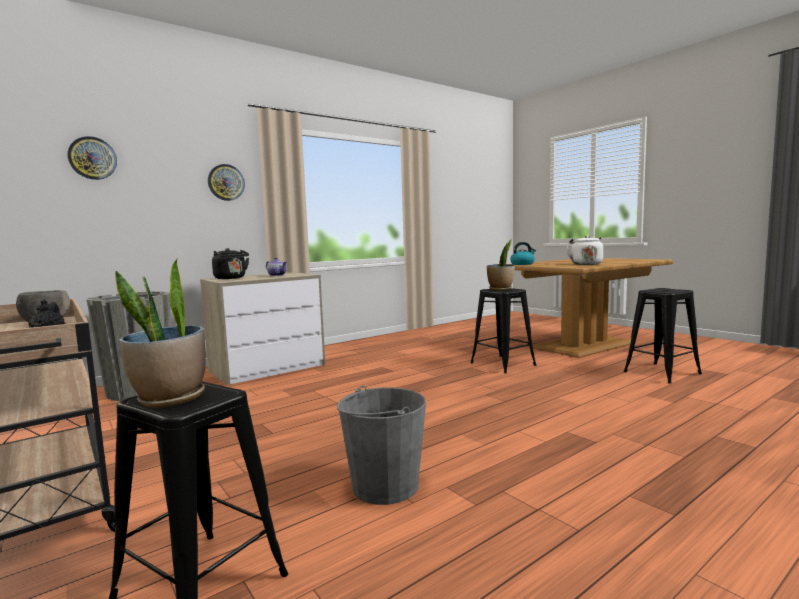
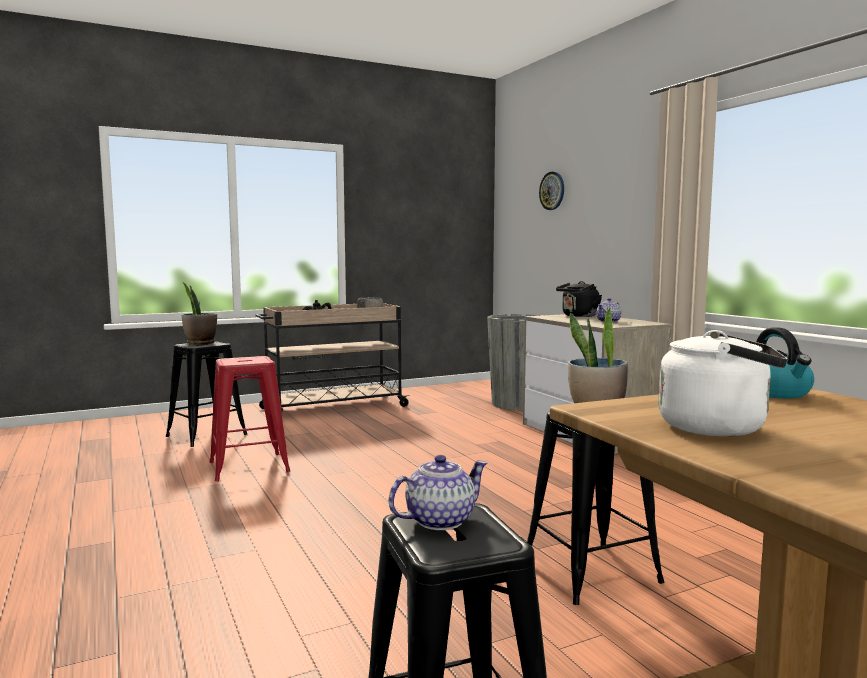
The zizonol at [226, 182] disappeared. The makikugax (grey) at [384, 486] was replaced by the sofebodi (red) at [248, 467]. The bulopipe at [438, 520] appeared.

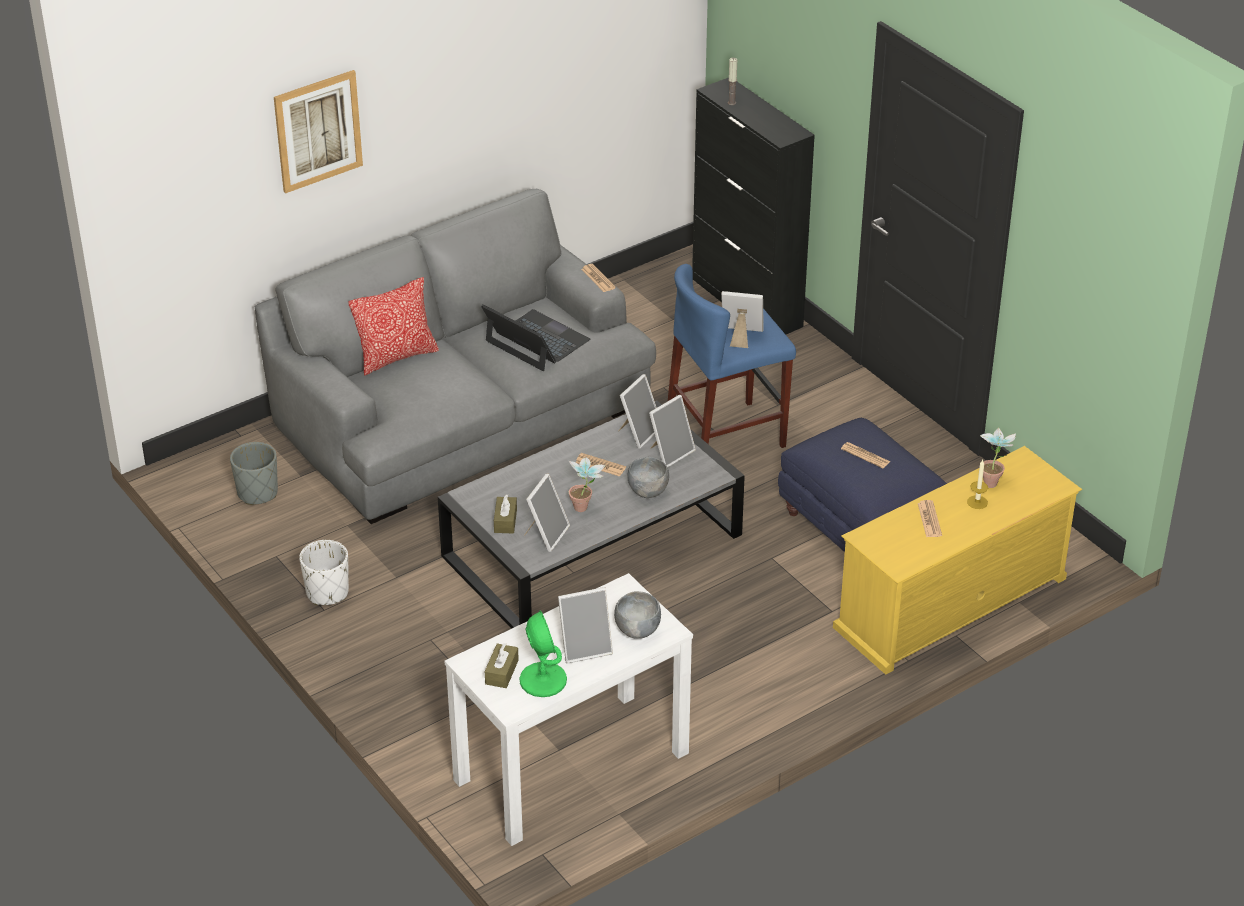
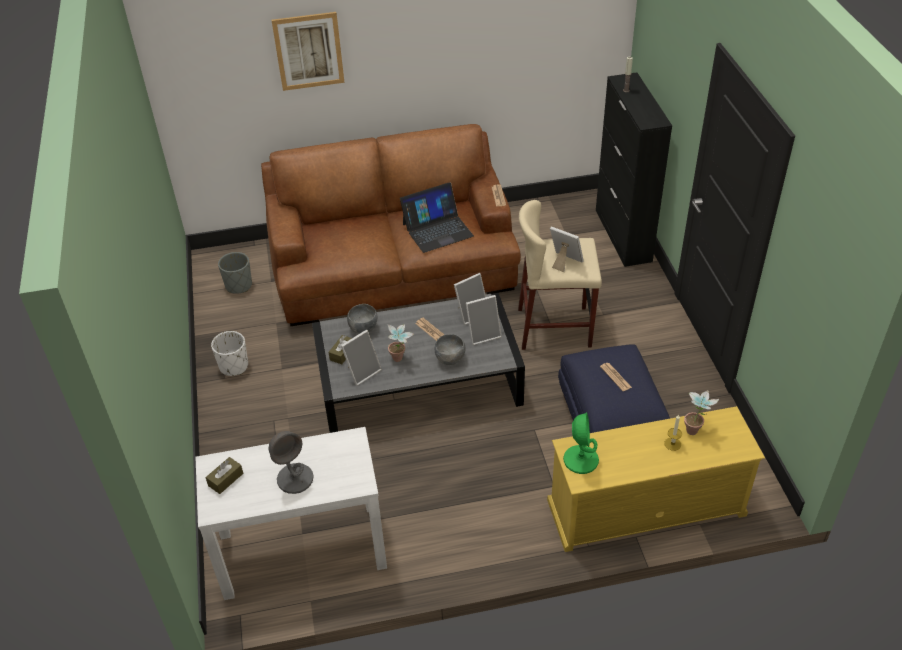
The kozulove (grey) at [461, 413] became the kozulove (brown) at [393, 265]. The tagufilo at [396, 357] disappeared. The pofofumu at [536, 341] turned 90 degrees clockwise. The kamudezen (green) moved from [543, 680] to [580, 459]. The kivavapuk at [585, 647] was replaced by the kamudezen (grey) at [295, 478]. The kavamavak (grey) moved from [637, 631] to [363, 328]. The sofebodi (blue) at [725, 436] became the sofebodi (beige) at [554, 327]. The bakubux at [929, 519] disappeared.

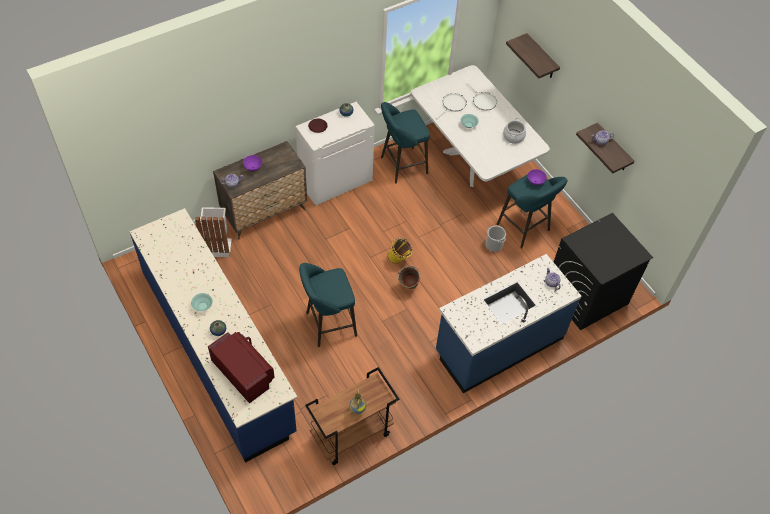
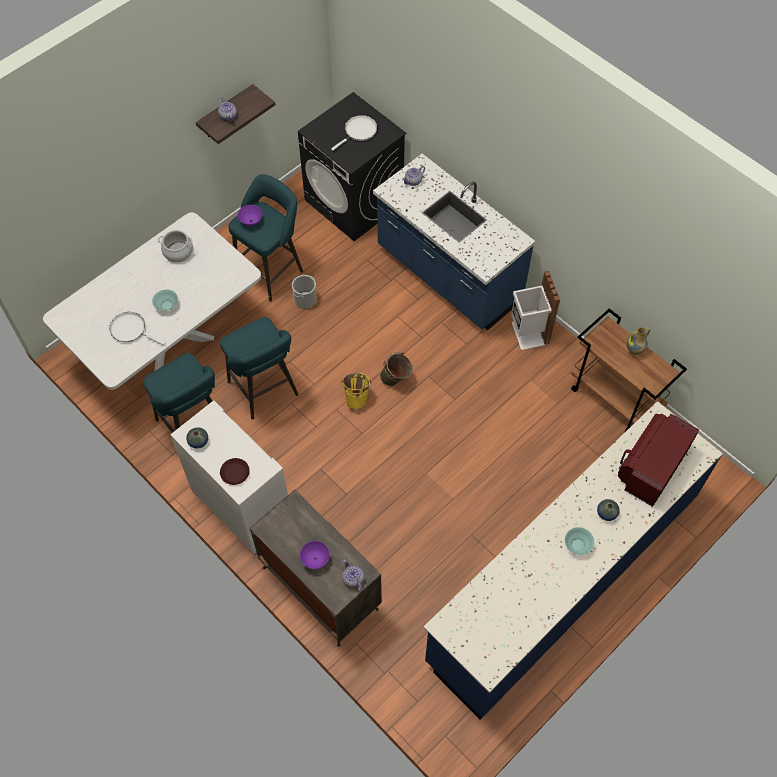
The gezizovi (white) moved from [217, 246] to [528, 333]. The sofebodi (turquoise) moved from [328, 325] to [265, 391]. The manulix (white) moved from [483, 101] to [359, 131]. The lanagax at [541, 57] disappeared.

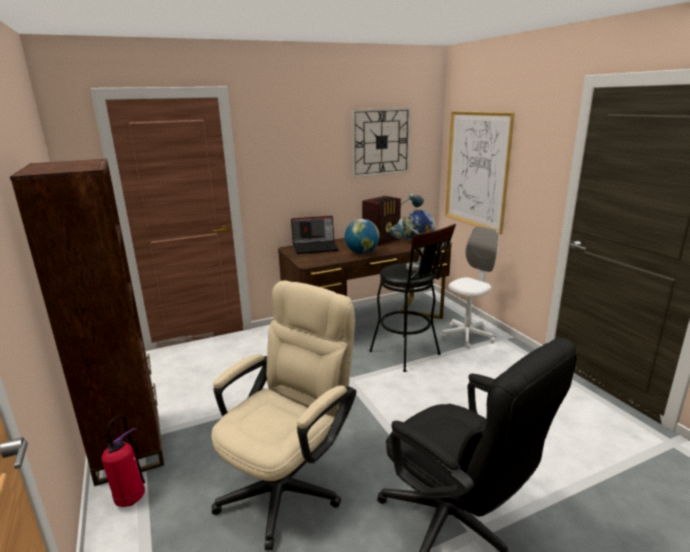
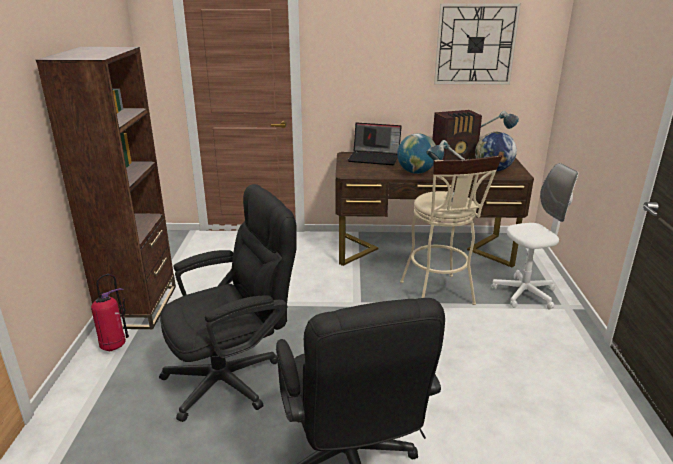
The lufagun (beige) at [289, 484] became the lufagun (black) at [234, 377]. The sofebodi (black) at [409, 355] became the sofebodi (beige) at [439, 296]. The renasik at [477, 170] disappeared.

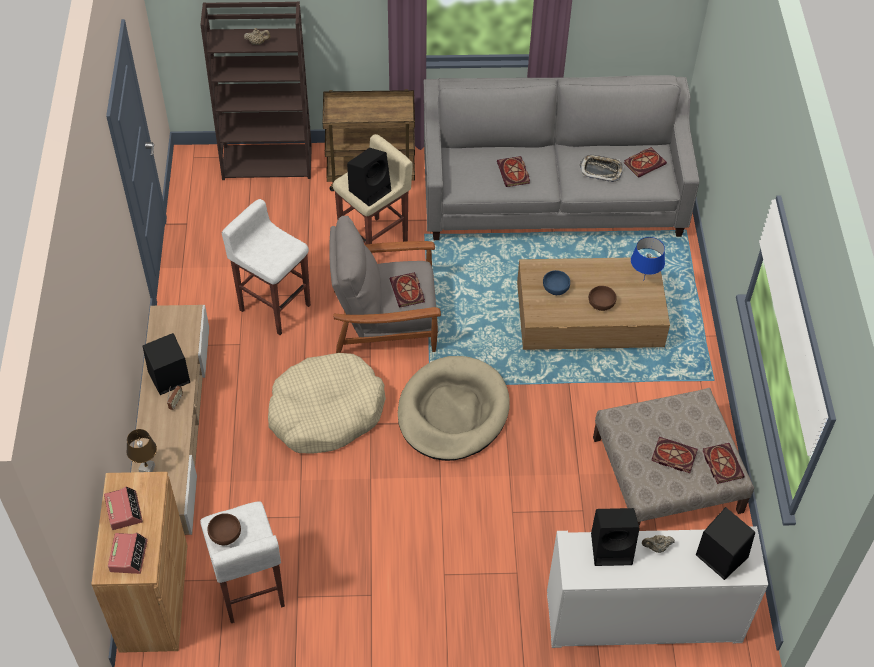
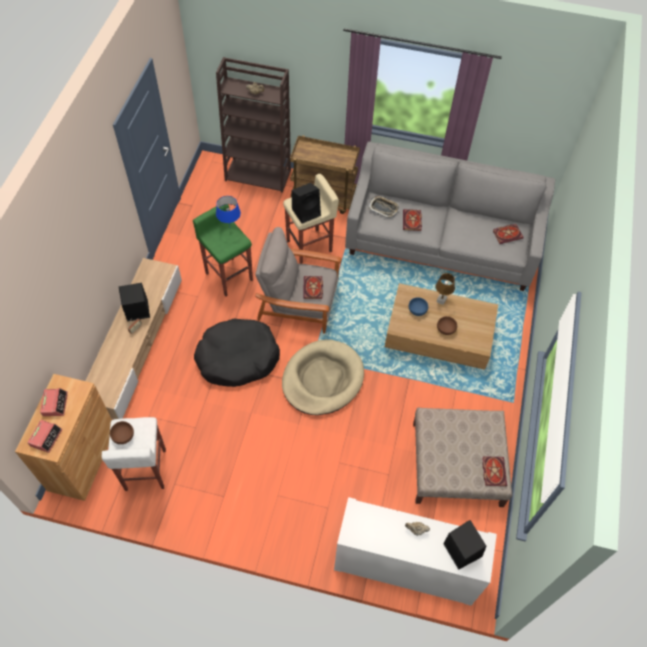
The kamudezen (brown) moved from [147, 469] to [441, 300]. The sofebodi (white) at [274, 306] became the sofebodi (green) at [229, 276]. The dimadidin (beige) at [326, 412] became the dimadidin (black) at [237, 358]. The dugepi moved from [601, 170] to [383, 208]. The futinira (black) at [612, 548] disappeared. The kamudezen (blue) moved from [644, 281] to [230, 227]. The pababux at [672, 456] disappeared.

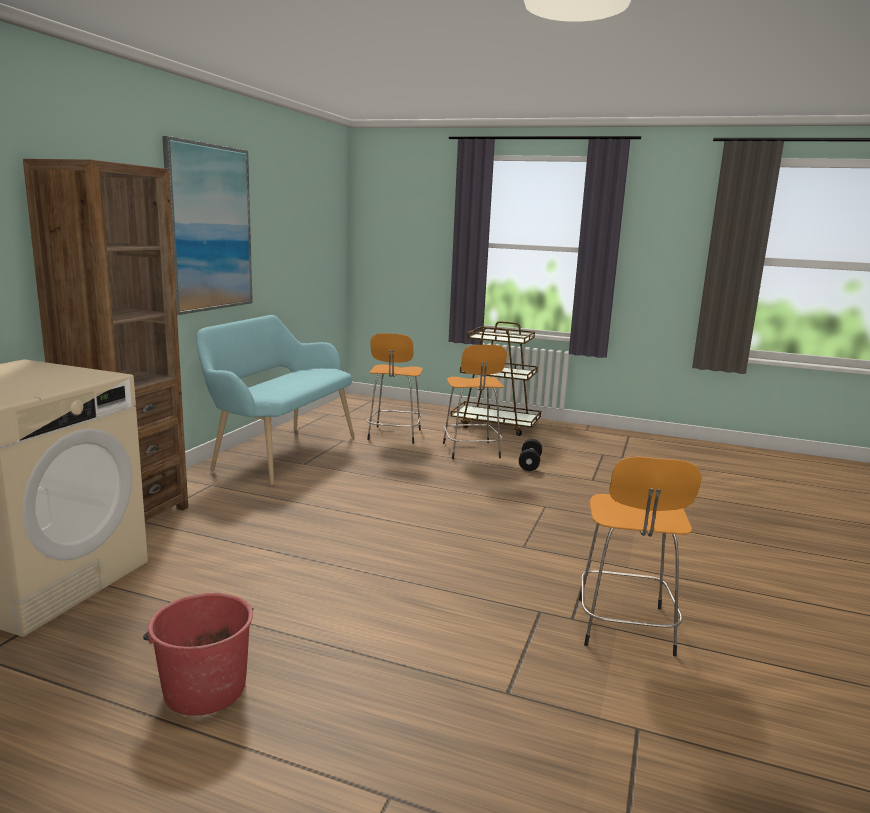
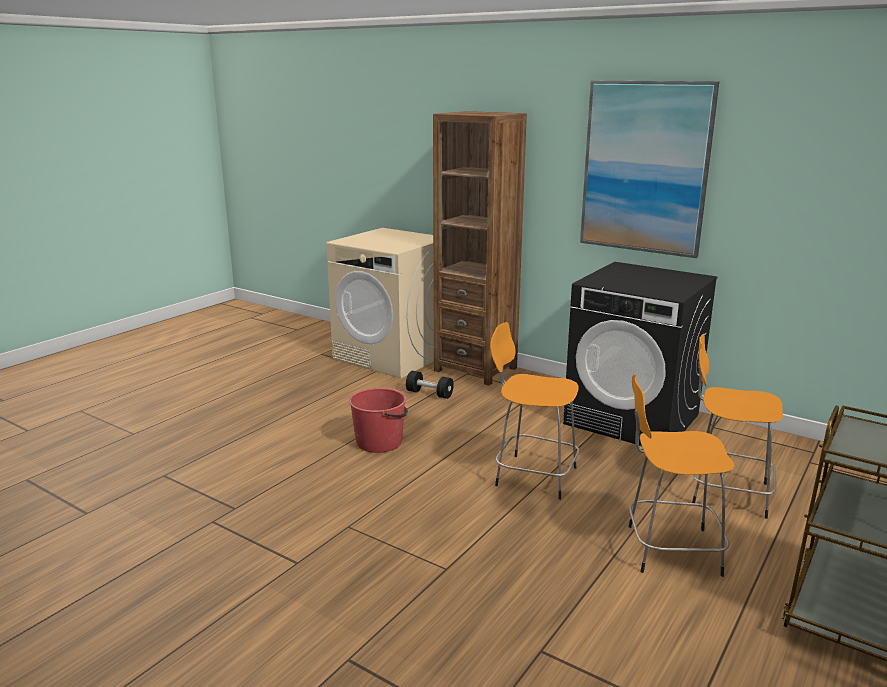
The makikugax (red) moved from [204, 689] to [380, 442]. The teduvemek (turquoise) at [280, 452] was replaced by the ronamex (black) at [632, 419]. The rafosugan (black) moved from [529, 464] to [429, 394]. The sofebodi (orange) moved from [624, 628] to [533, 475].

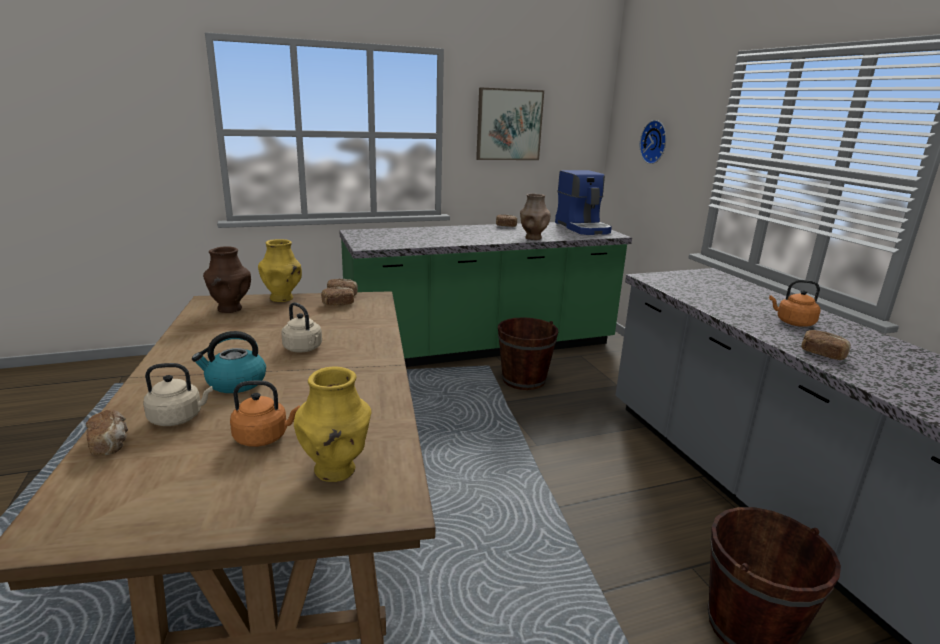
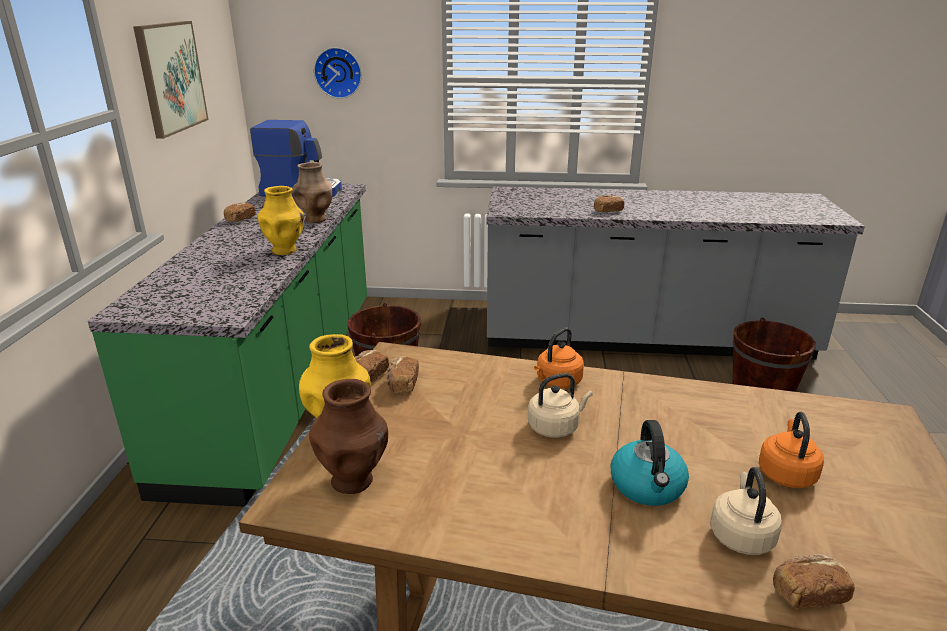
The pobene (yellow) moved from [336, 470] to [285, 250]. The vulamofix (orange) moved from [792, 323] to [557, 382]. The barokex moved from [822, 354] to [608, 211].

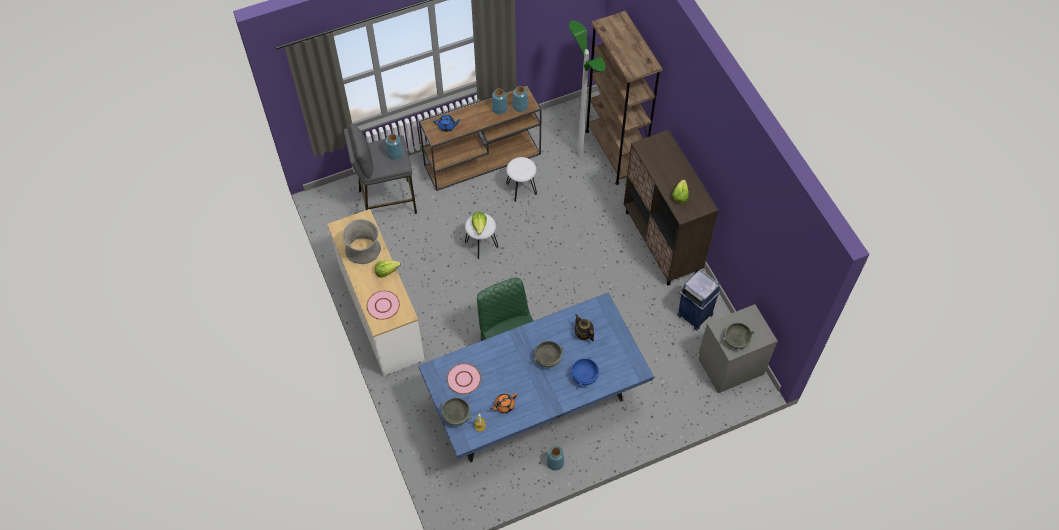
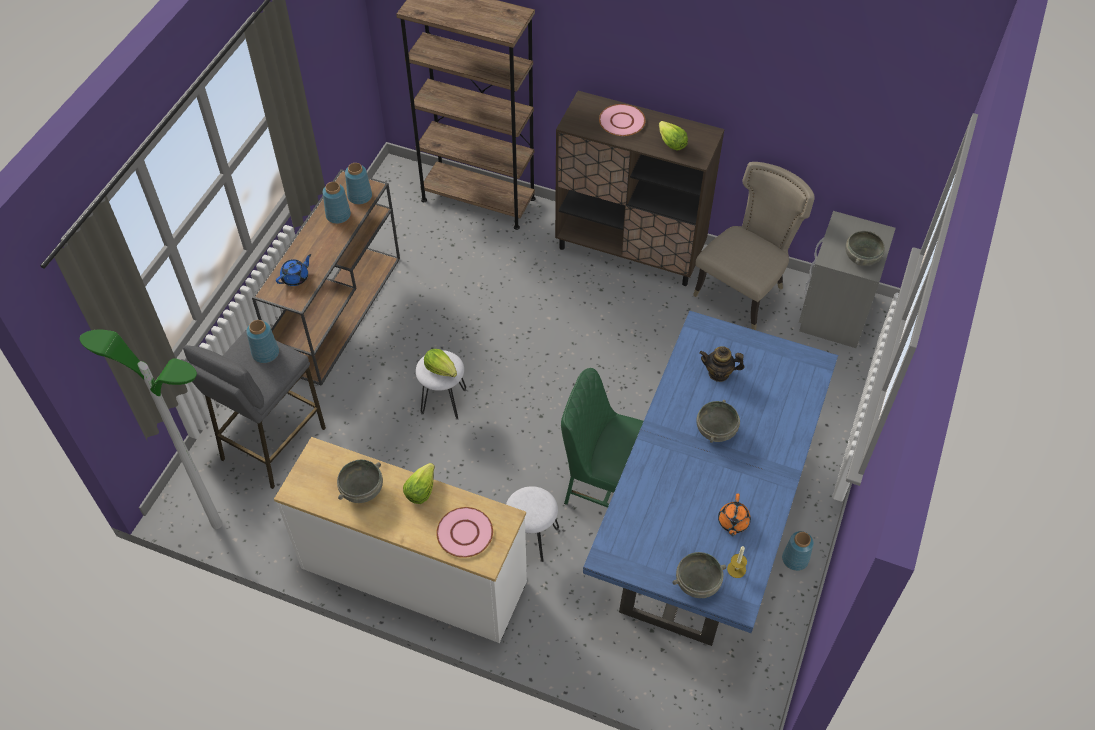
The pobene (grey) at [363, 251] was replaced by the kavamavak (grey) at [362, 491]. The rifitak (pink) moved from [463, 379] to [622, 121]. The sofebodi (white) moved from [521, 188] to [531, 537]. The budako moved from [579, 155] to [216, 524]. The kavamavak (blue) at [585, 377] disappeared. The gezizovi (blue) at [694, 314] was replaced by the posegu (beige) at [743, 292].

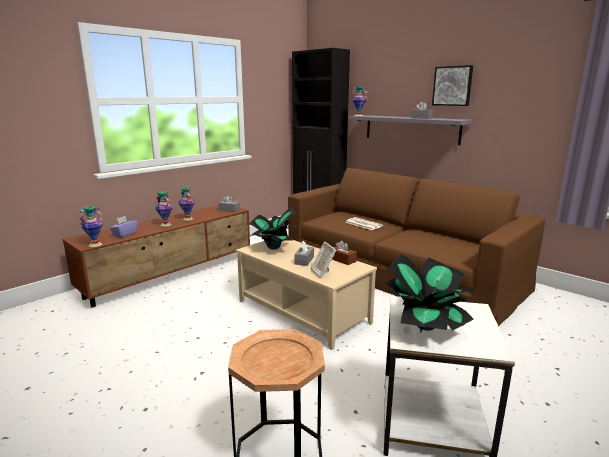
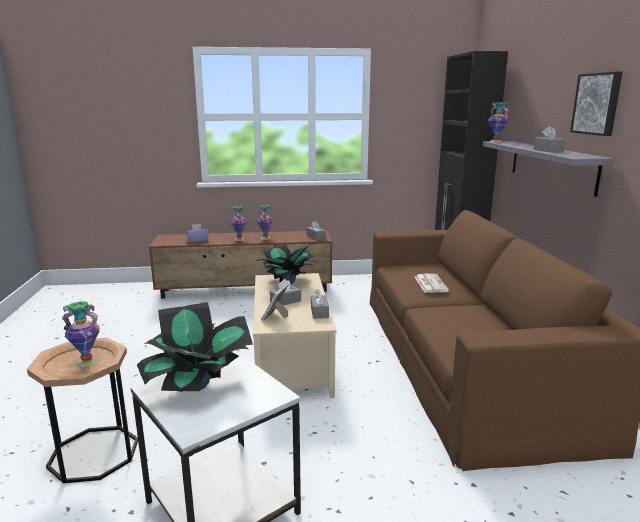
The pobene moved from [95, 245] to [86, 362]. The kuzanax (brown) at [342, 260] became the kuzanax (grey) at [319, 312].

